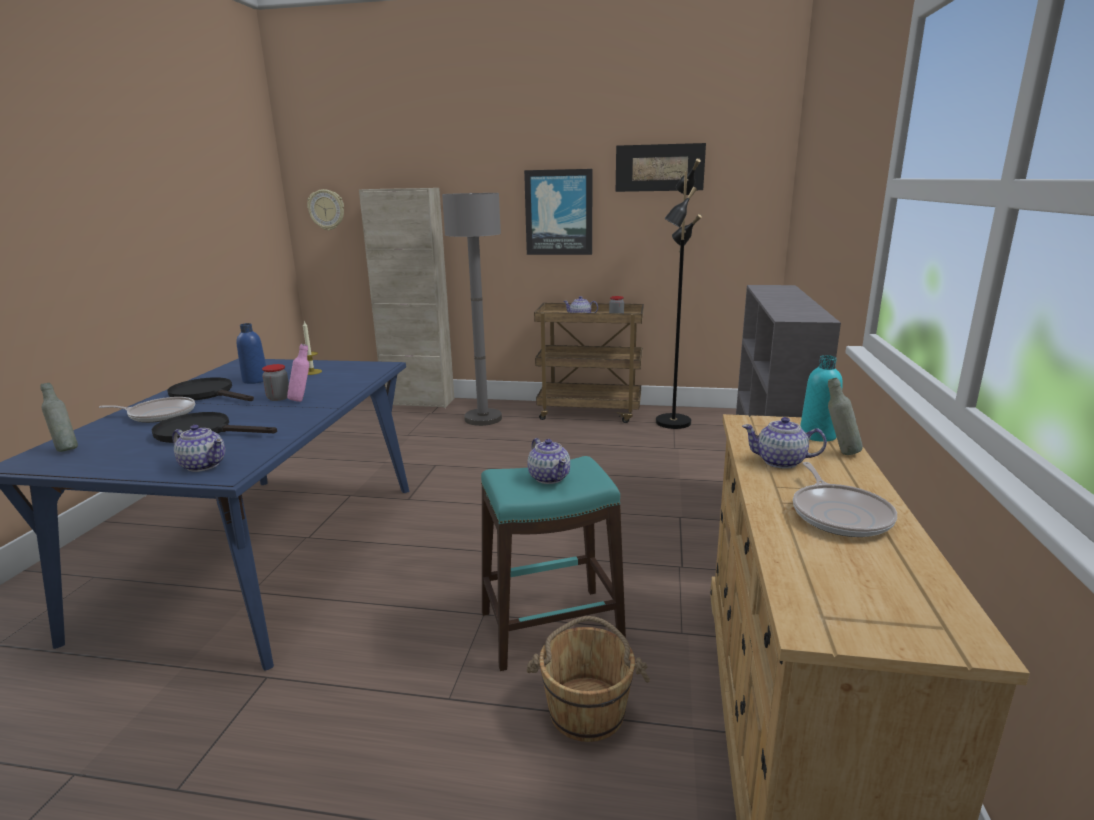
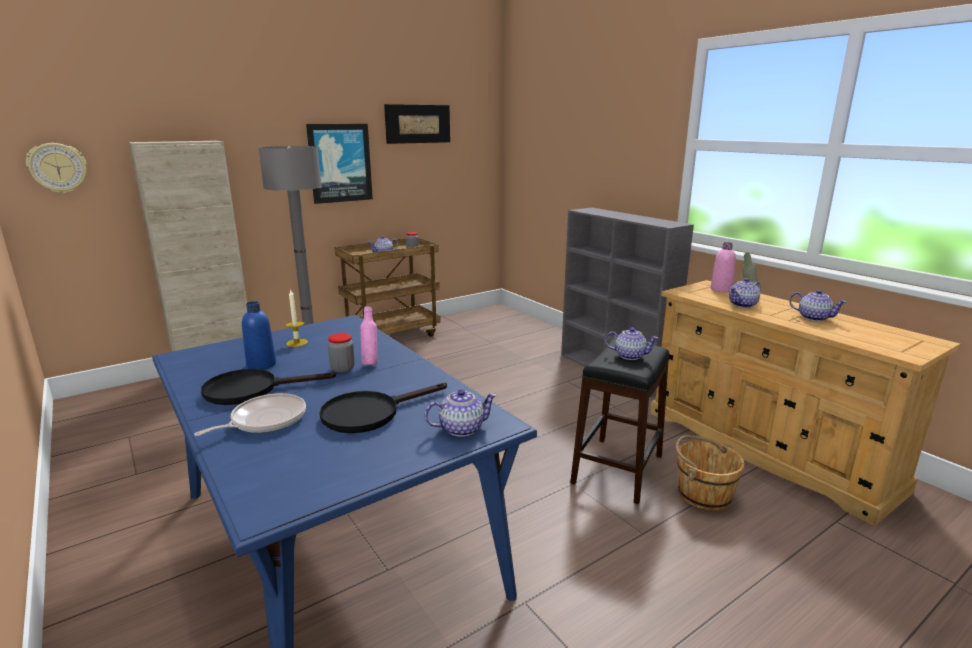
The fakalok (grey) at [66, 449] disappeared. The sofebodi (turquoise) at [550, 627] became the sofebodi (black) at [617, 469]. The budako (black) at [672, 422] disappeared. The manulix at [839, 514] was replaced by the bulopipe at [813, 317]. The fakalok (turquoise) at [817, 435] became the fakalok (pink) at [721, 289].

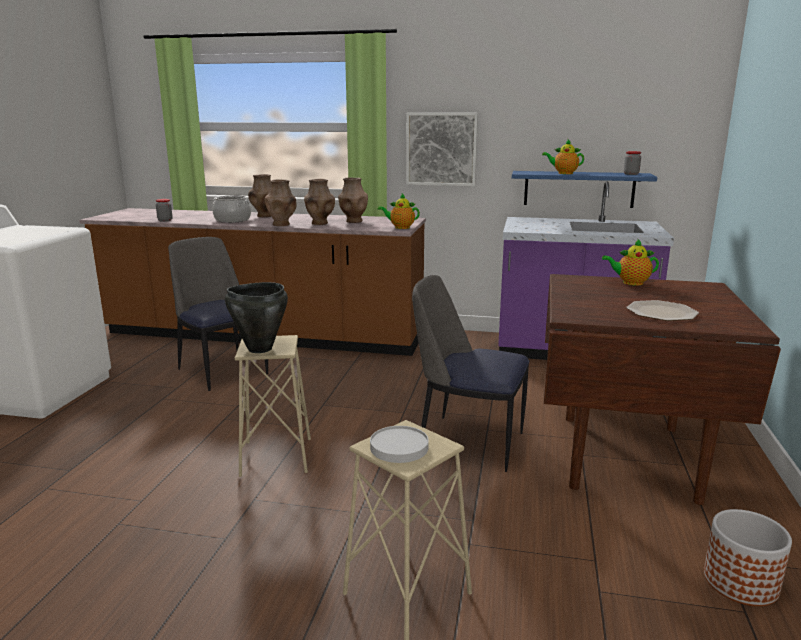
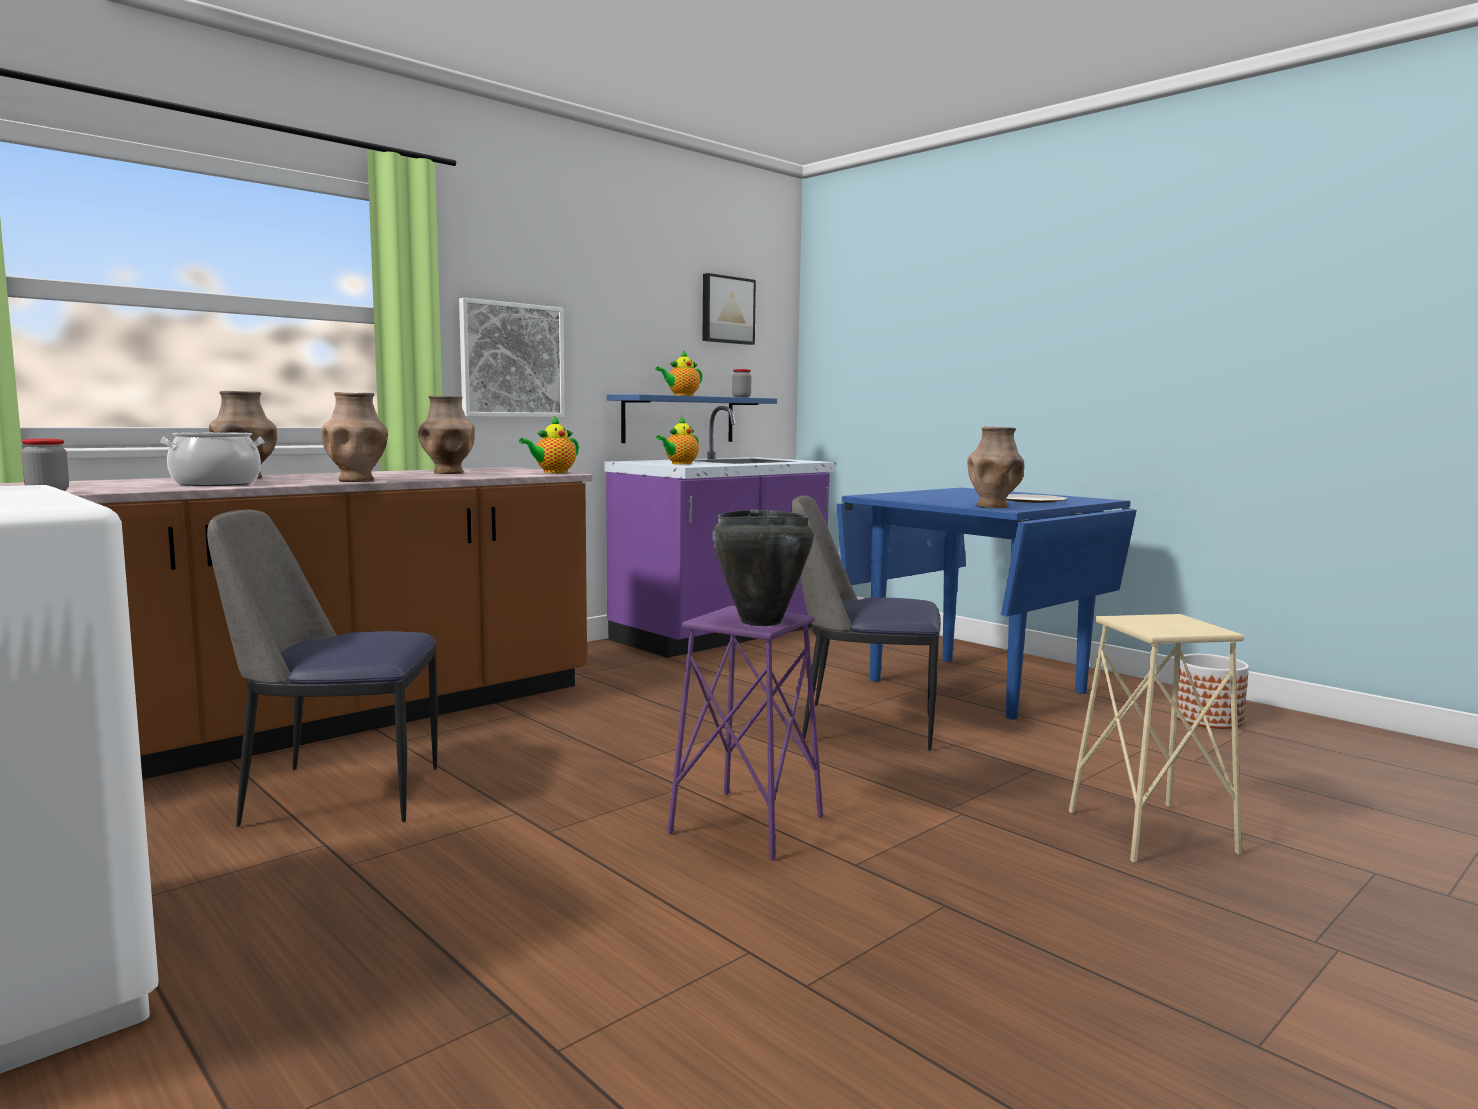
The sofebodi (beige) at [276, 457] became the sofebodi (purple) at [747, 824]. The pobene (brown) moved from [320, 223] to [993, 506]. The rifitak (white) at [399, 447] disappeared. The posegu at [467, 442] turned 45 degrees clockwise. The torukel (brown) at [624, 455] became the torukel (blue) at [975, 686]. The bulopipe moved from [630, 283] to [680, 464]. The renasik at [726, 310] appeared.

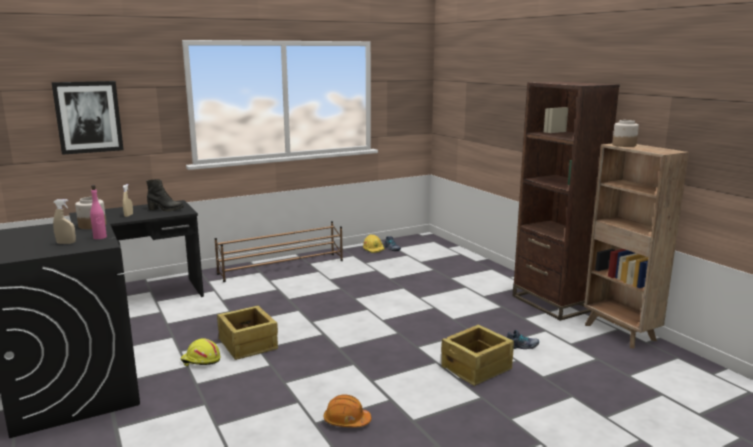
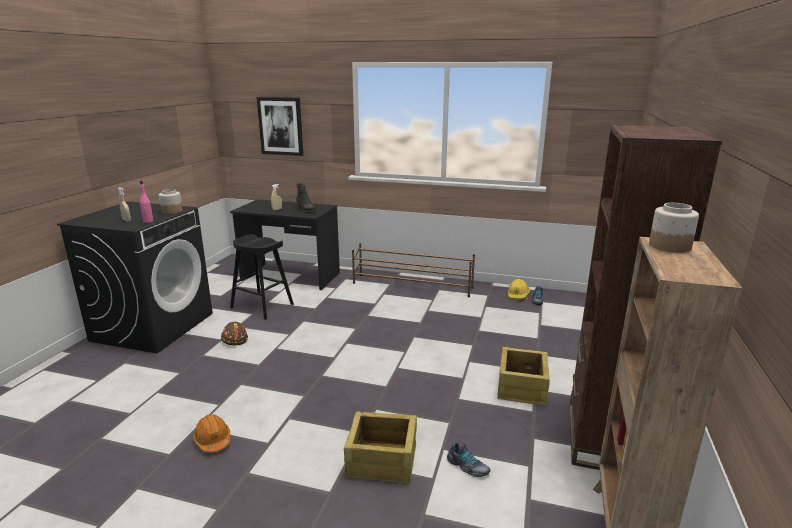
The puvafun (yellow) at [200, 360] became the puvafun (brown) at [233, 339]. The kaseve moved from [247, 345] to [521, 387]. The sofebodi (black) at [262, 306] appeared.

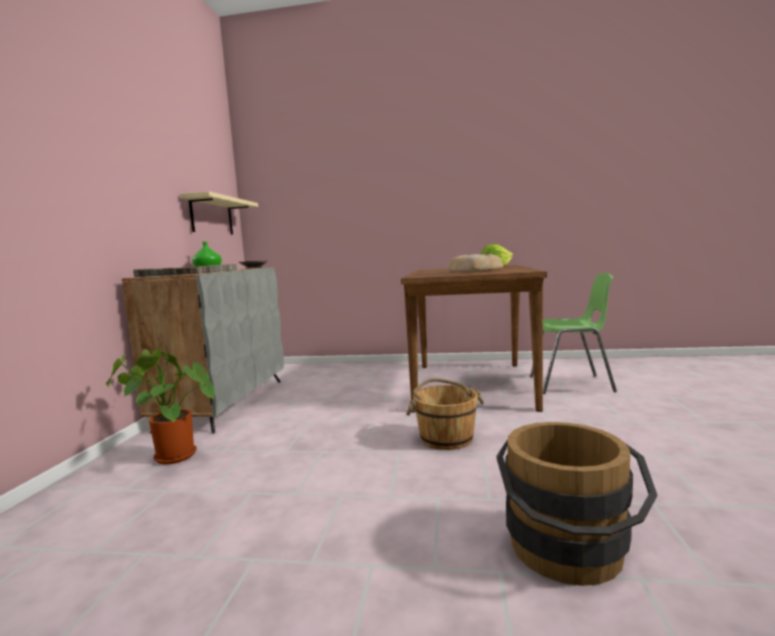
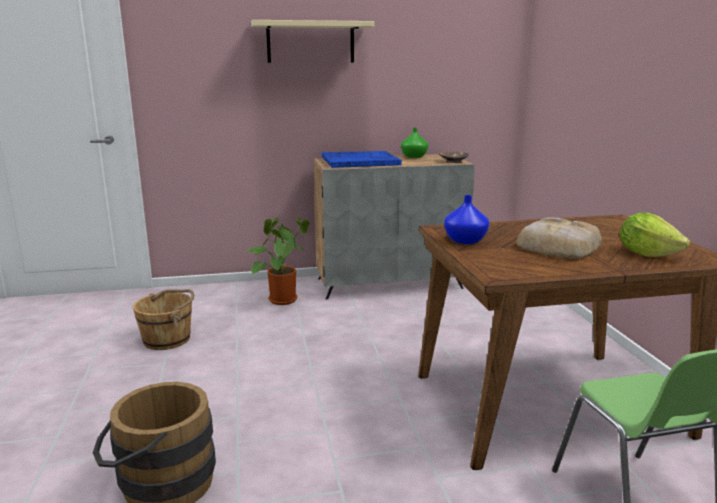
The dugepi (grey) at [188, 273] became the dugepi (blue) at [359, 161]. The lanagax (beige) moved from [212, 216] to [310, 42]. The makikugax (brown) moved from [446, 438] to [168, 339]. The pobene (blue) at [464, 240] appeared.

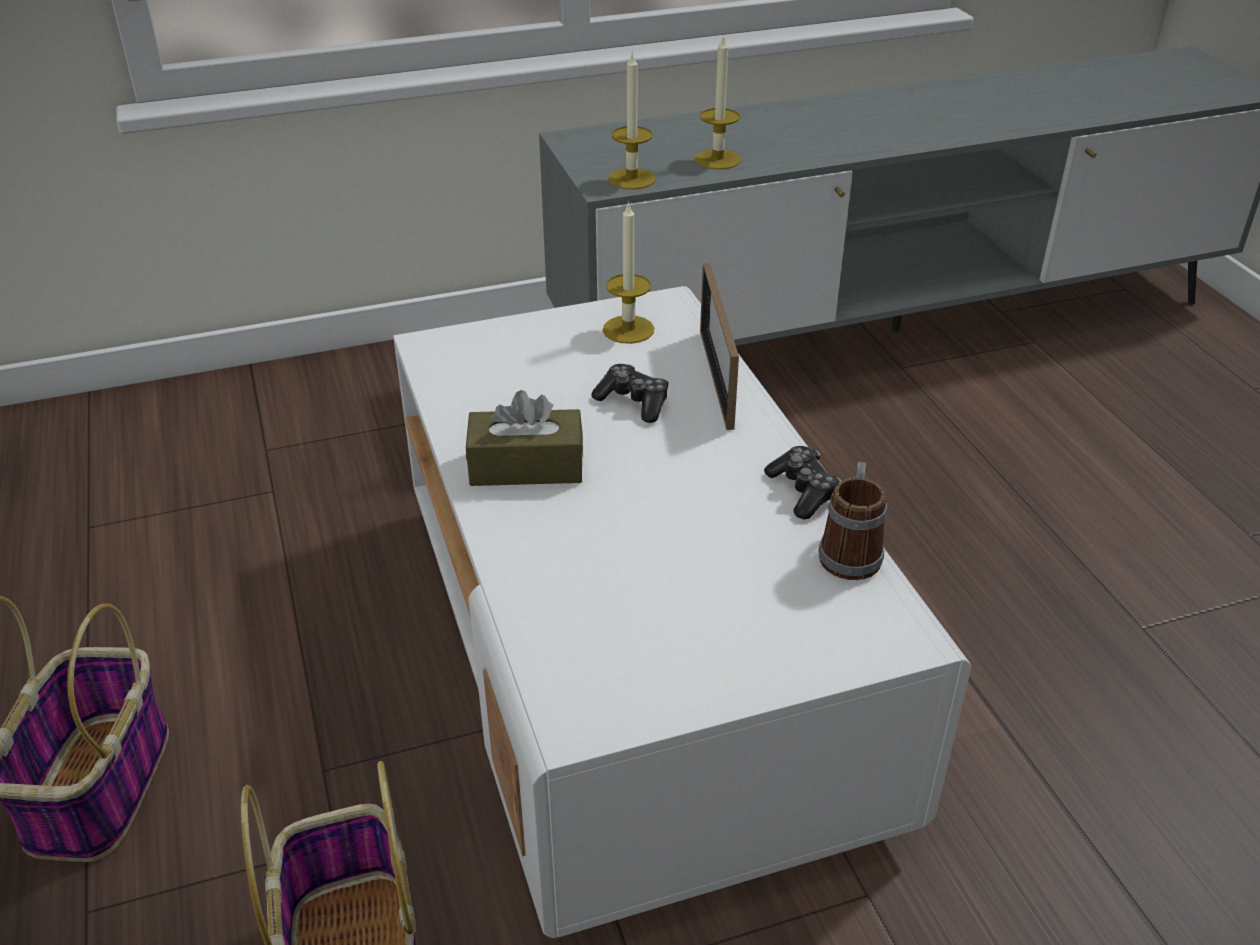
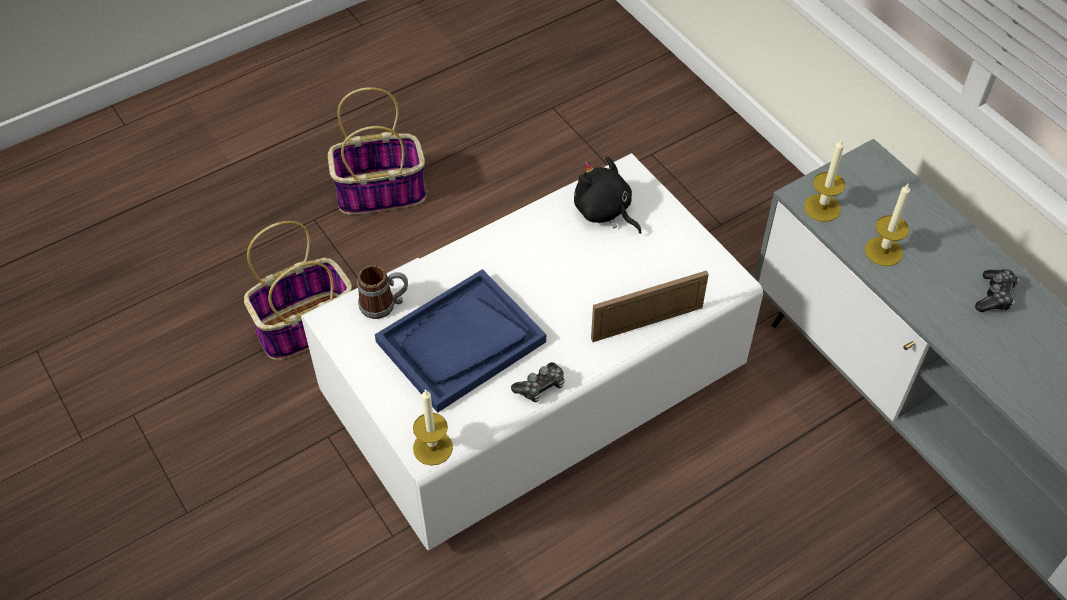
The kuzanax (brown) at [526, 466] disappeared. The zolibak moved from [634, 402] to [994, 296]. The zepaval moved from [628, 329] to [432, 447]. The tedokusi moved from [850, 550] to [384, 305]. The dugepi (blue) at [460, 342] appeared. The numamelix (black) at [604, 211] appeared.

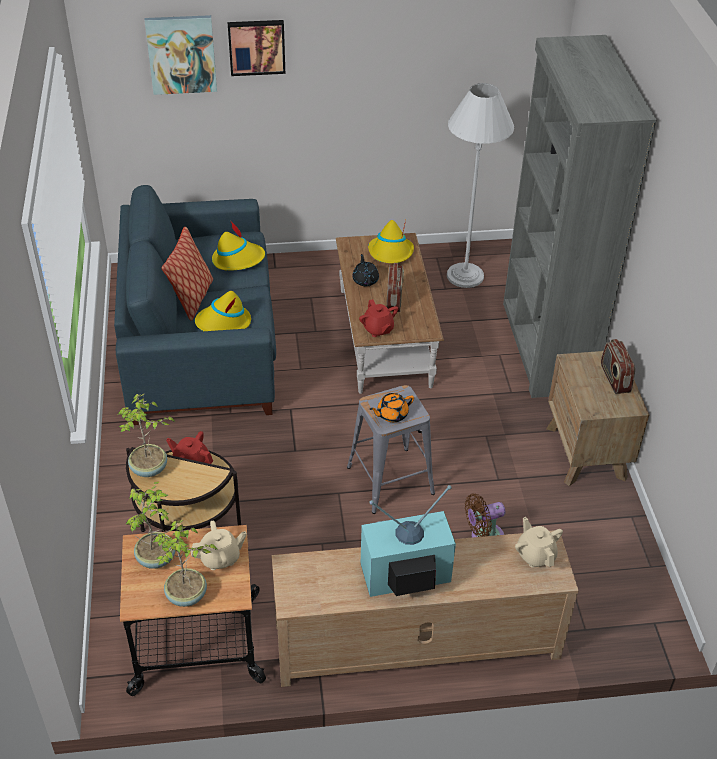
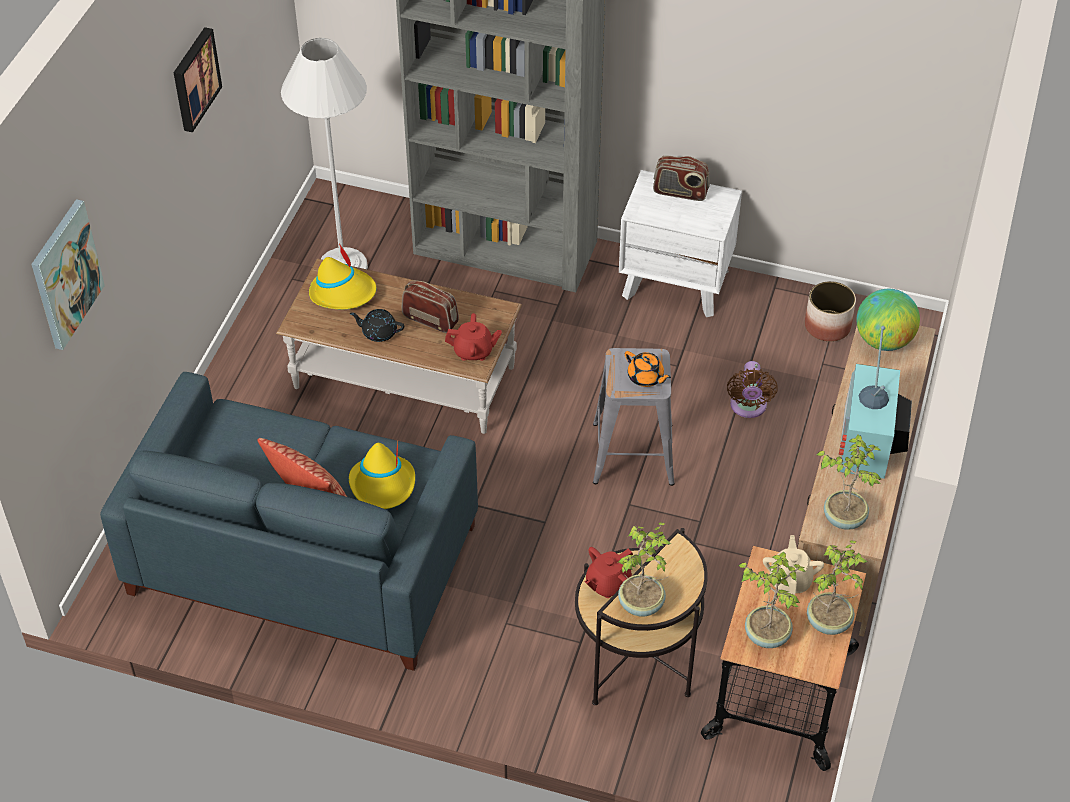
The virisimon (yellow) at [238, 259] disappeared. The renasik moved from [256, 46] to [194, 79]. The bulopipe (orange) at [391, 414] turned 45 degrees counterclockwise. The bulopipe (beige) at [535, 555] was replaced by the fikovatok at [883, 341]. The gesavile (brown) at [586, 452] became the gesavile (white) at [676, 283]. The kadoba at [827, 326] appeared. The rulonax at [844, 517] appeared.

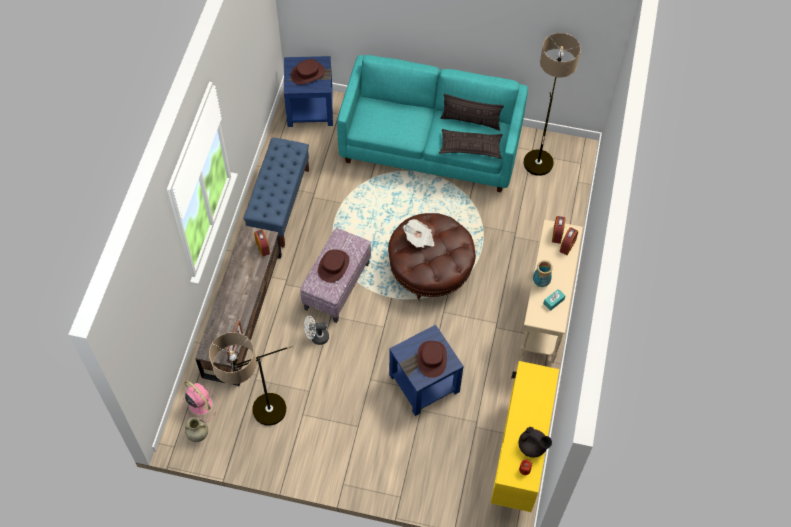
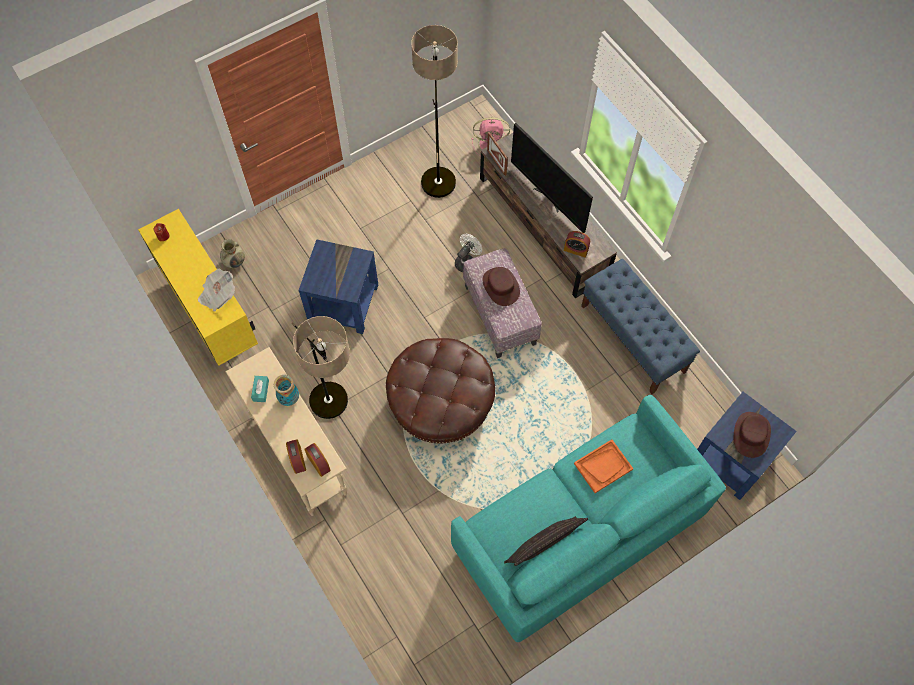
The pobene (beige) moved from [197, 434] to [234, 261]. The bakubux moved from [419, 239] to [218, 295]. The virisimon (brown) at [431, 359] disappeared. The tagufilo at [470, 147] disappeared. The bulopipe (black) at [532, 447] disappeared. The budako moved from [540, 153] to [336, 413]. The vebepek at [548, 198] appeared. The dugepi (orange) at [603, 466] appeared.

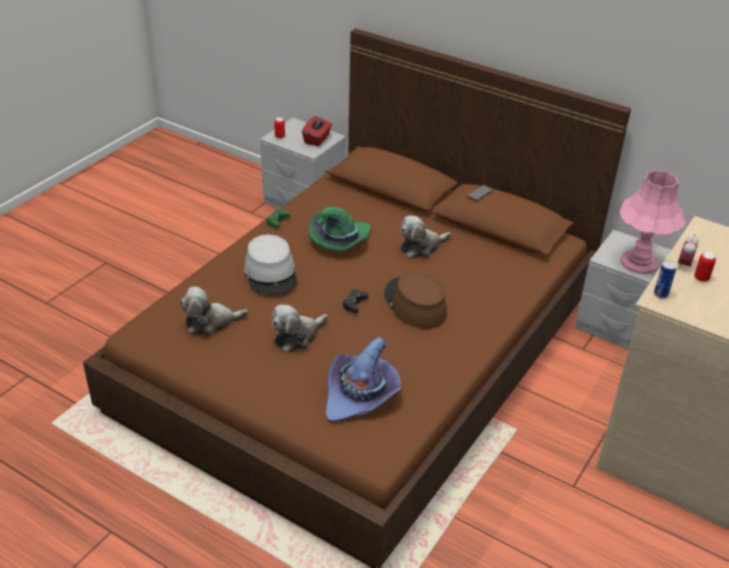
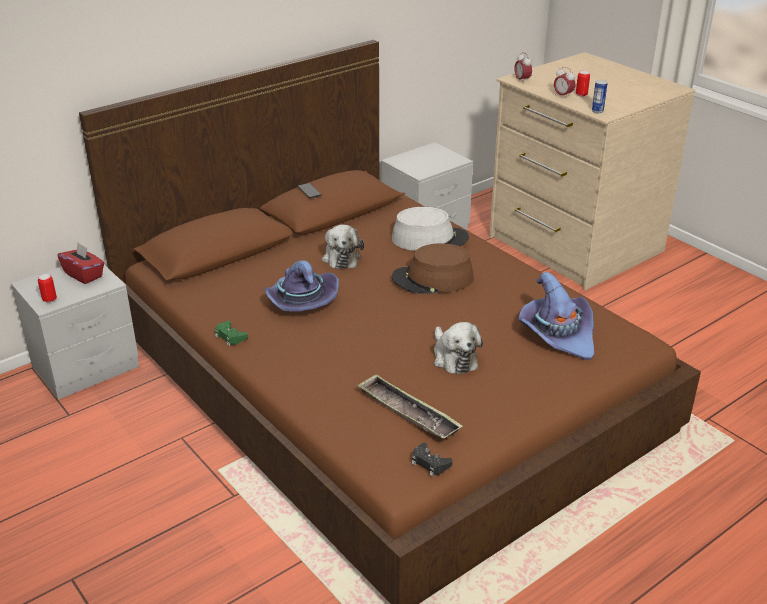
The numamelix at [211, 323] was replaced by the dugepi at [408, 412]. The virisimon (grey) moved from [271, 273] to [429, 239]. The virisimon (green) at [340, 241] became the virisimon (purple) at [300, 301]. The zolibak (black) moved from [354, 304] to [430, 463]. The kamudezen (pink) at [639, 263] disappeared. The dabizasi at [522, 80] appeared.

